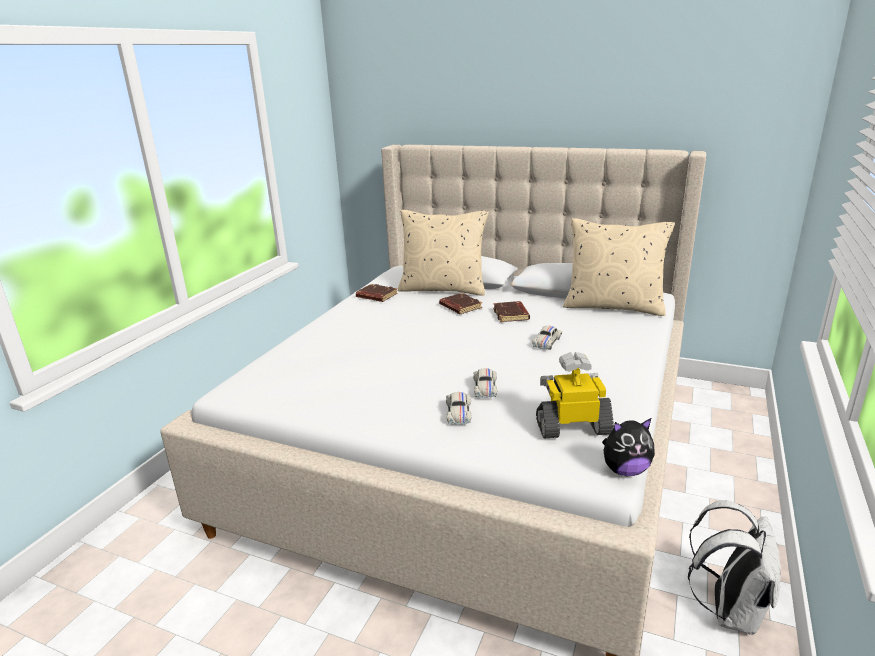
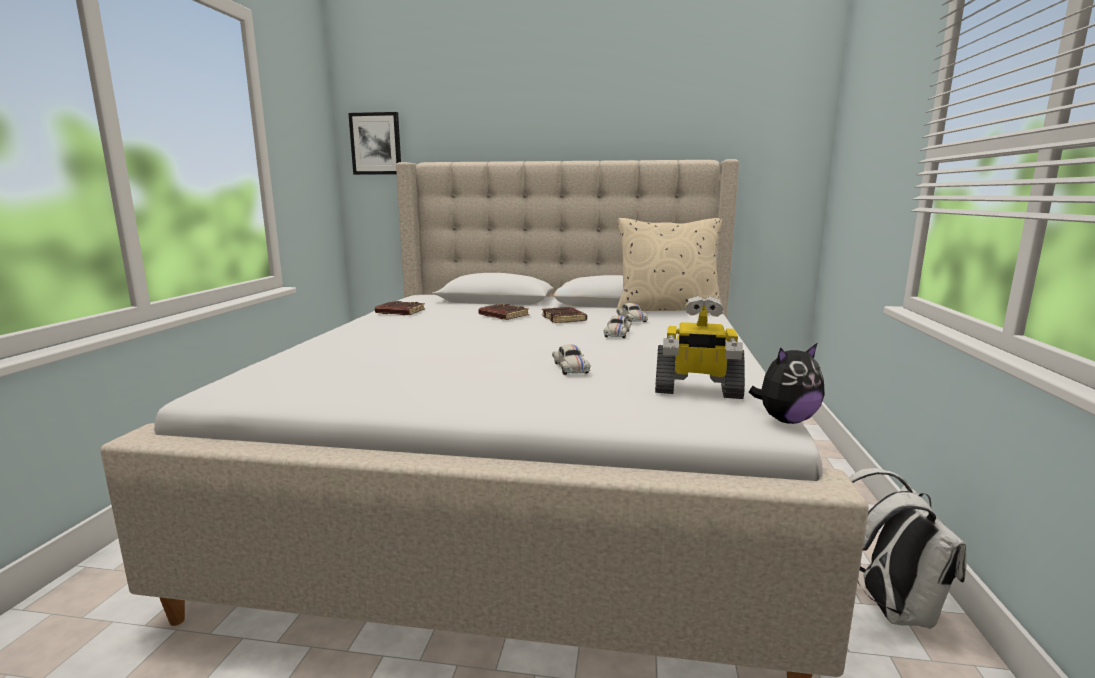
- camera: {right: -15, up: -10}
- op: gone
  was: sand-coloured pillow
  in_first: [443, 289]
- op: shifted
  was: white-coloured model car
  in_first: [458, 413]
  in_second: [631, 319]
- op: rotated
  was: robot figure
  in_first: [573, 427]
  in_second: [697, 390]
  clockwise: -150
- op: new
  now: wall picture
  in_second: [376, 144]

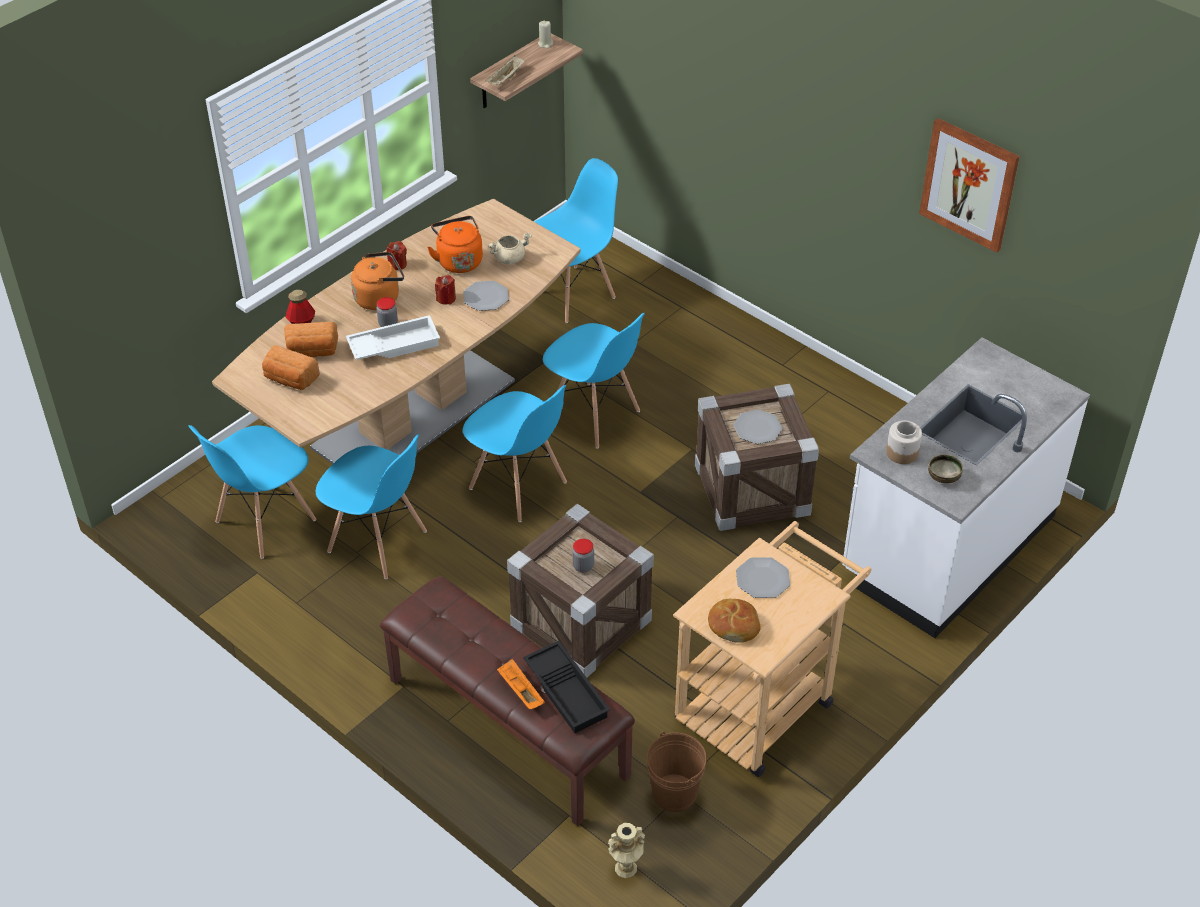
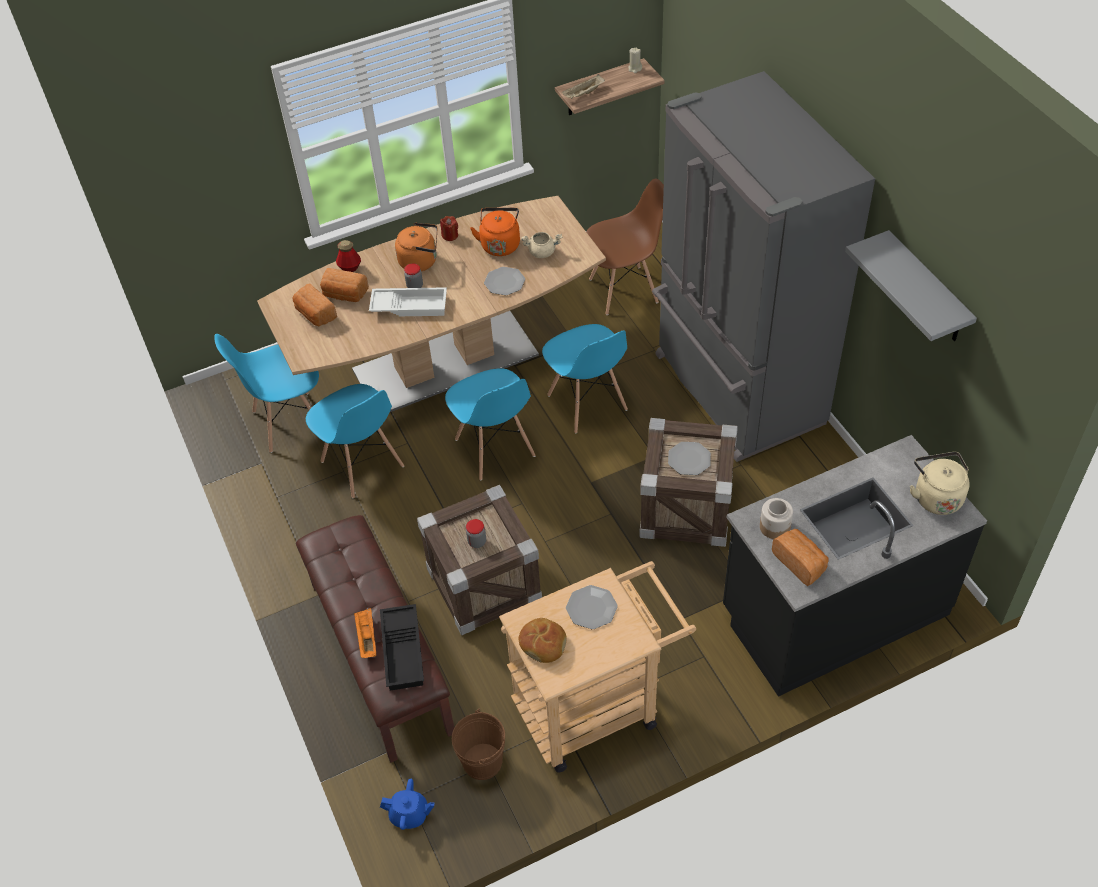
- camera: {right: 25, up: 5}
- op: gone
  was: red candle
  in_first: [446, 298]
- op: repainted
  was: bluish chair
  now: brown chair
  in_first: [572, 294]
  in_second: [624, 290]
- op: swapped
  was: sand-coloured flower vase
  now: bluish teapot
  in_first: [625, 868]
  in_second: [409, 814]
- op: repainted
  was: white-coloured kitchen base unit
  now: blackish kitchen base unit
  in_first: [946, 545]
  in_second: [833, 611]
- op: swapped
  was: wall picture
  now: greyish shelf
  in_first: [969, 184]
  in_second: [927, 289]
- op: swapped
  was: serving bowl
  now: bread
  in_first: [943, 478]
  in_second: [800, 563]
- op: new
  now: greyish refrigerator
  in_second: [735, 390]
- op: new
  now: sand-coloured water kettle
  in_second: [936, 496]

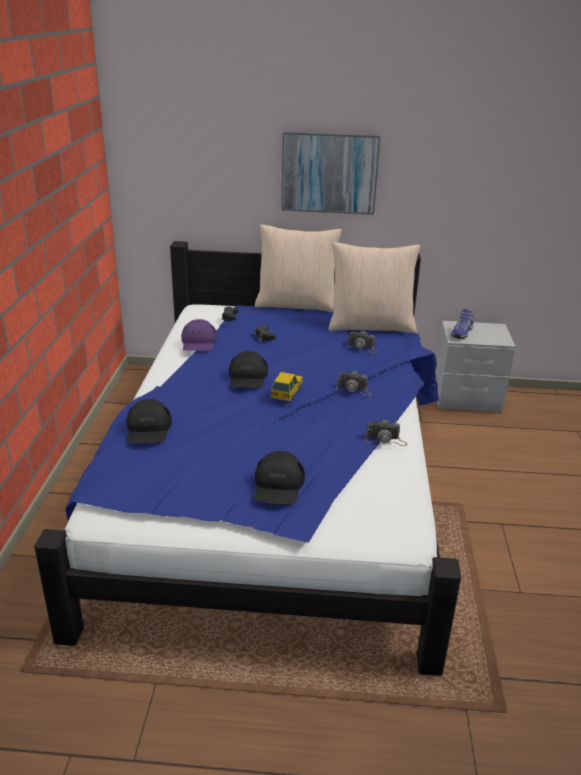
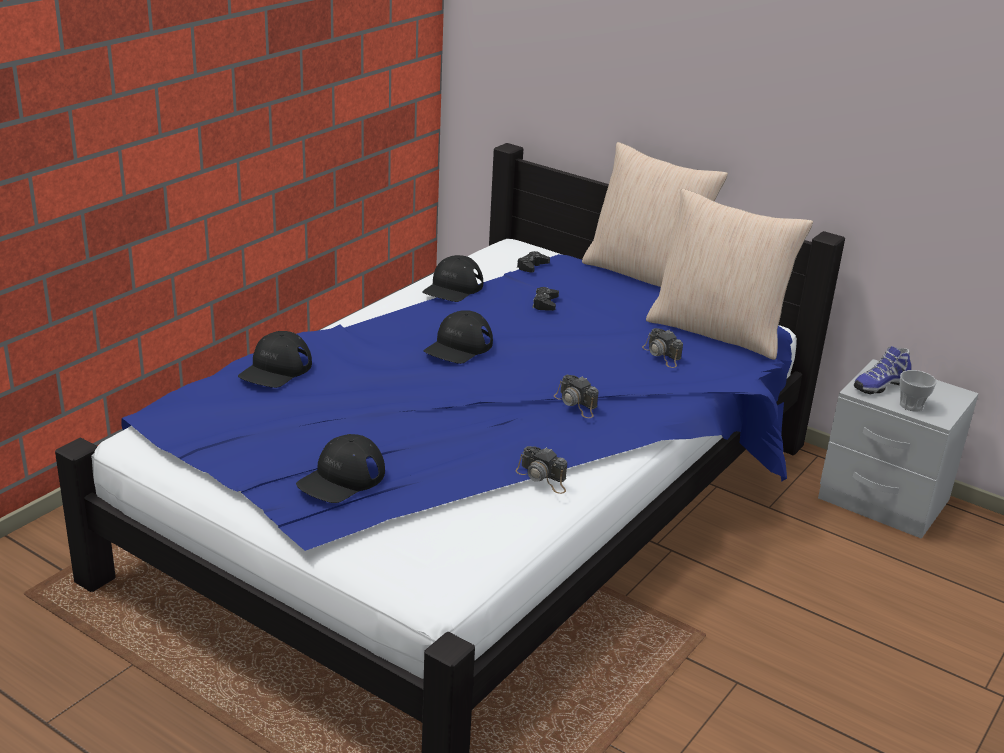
- camera: {right: 30, up: 0}
- op: repainted
  was: purplish baseball cap
  now: blackish baseball cap
  in_first: [199, 342]
  in_second: [453, 288]
- op: gone
  was: model car
  in_first: [287, 391]
- op: gone
  was: wall picture
  in_first: [329, 173]
- op: new
  now: small cup
  in_second: [911, 405]

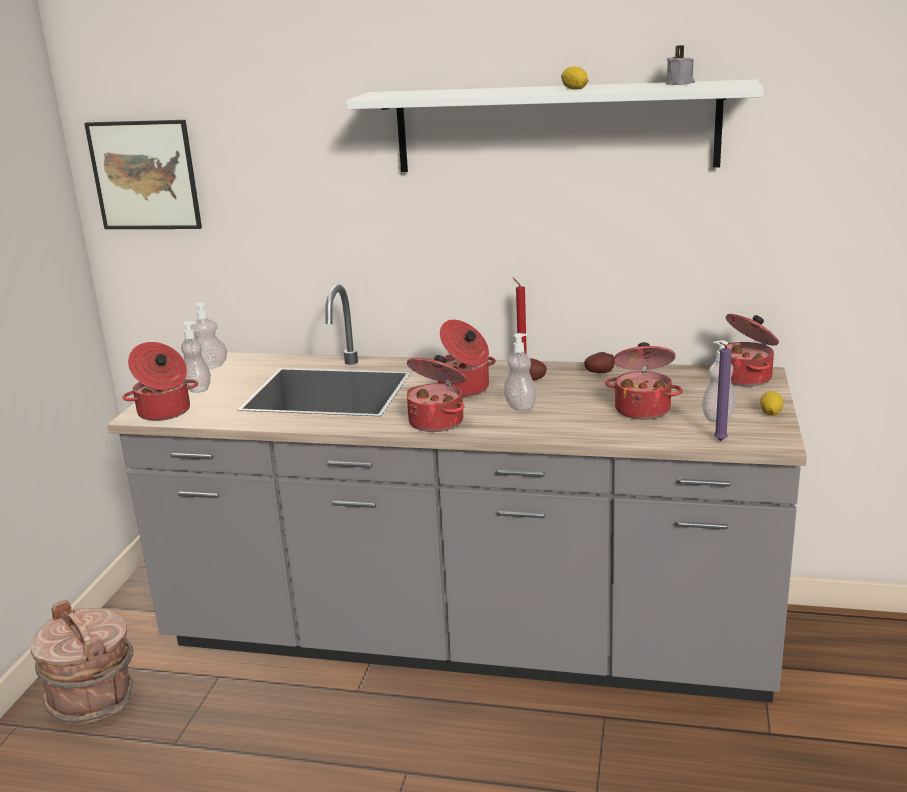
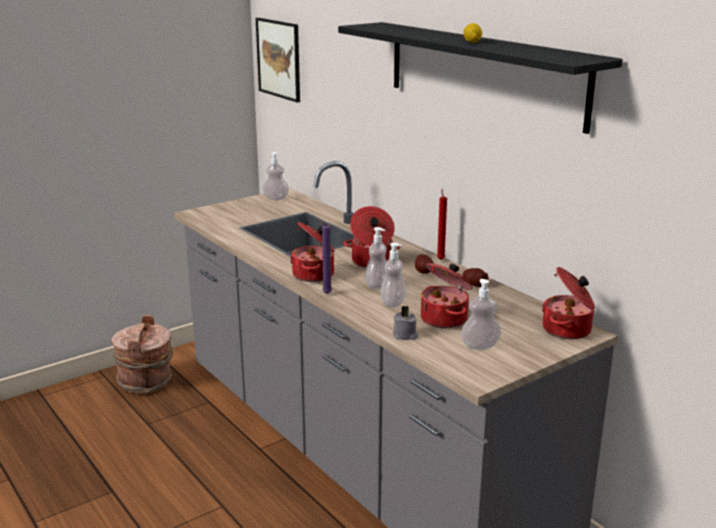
- camera: {right: 40, up: 0}
- op: gone
  was: cooking pot
  in_first: [164, 412]
- op: shifted
  was: soap bottle
  in_first: [198, 389]
  in_second: [393, 303]
- op: repainted
  was: white-coloured shelf
  now: blackish shelf
  in_first: [554, 128]
  in_second: [482, 73]
- op: shifted
  was: greyish candle
  in_first: [680, 83]
  in_second: [405, 335]
- op: shifted
  was: purplish candle
  in_first: [718, 441]
  in_second: [325, 294]
- op: gone
  was: lemon
  in_first: [770, 412]

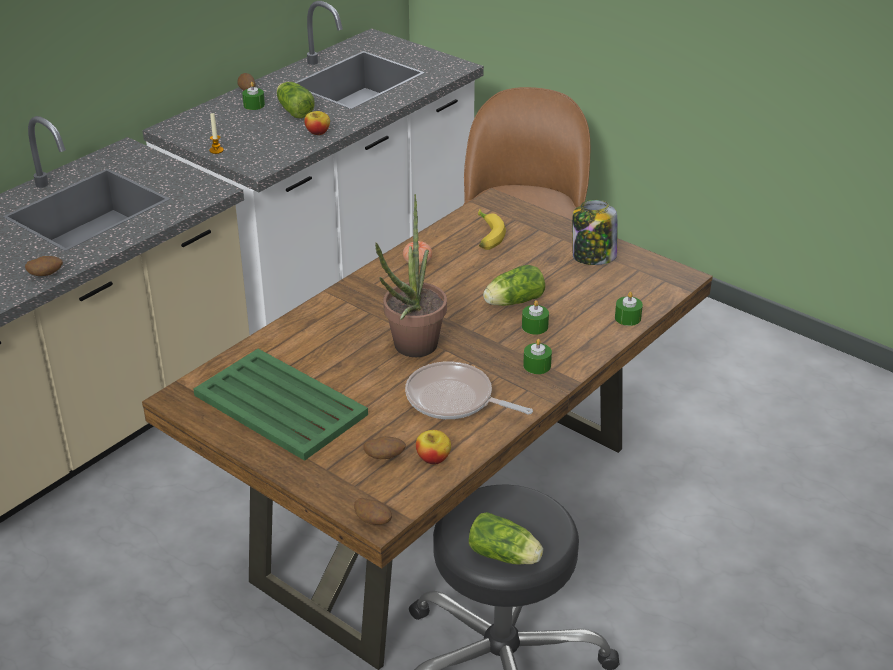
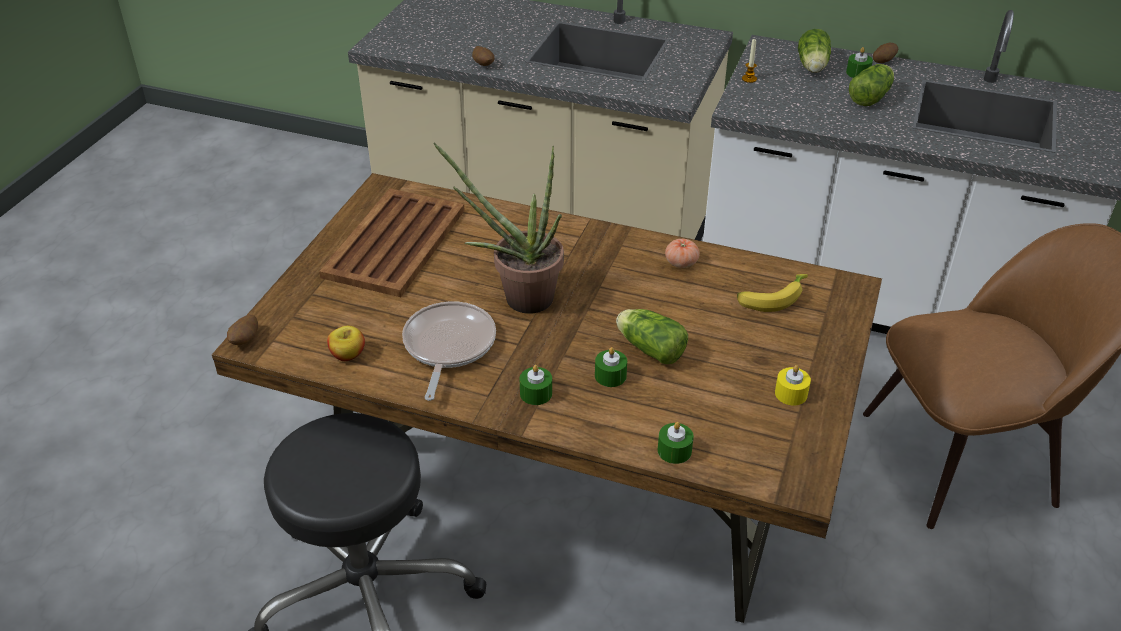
- camera: {right: 70, up: 5}
- op: repainted
  was: green tray
  now: brown tray
  in_first: [281, 406]
  in_second: [394, 244]
- op: gone
  was: apple
  in_first: [318, 132]
- op: gone
  was: spud
  in_first: [385, 457]
- op: shifted
  was: lettuce head
  in_first: [506, 556]
  in_second: [812, 67]
- op: swapped
  was: jar
  now: yellow-coloured candle
  in_first: [593, 257]
  in_second: [791, 394]

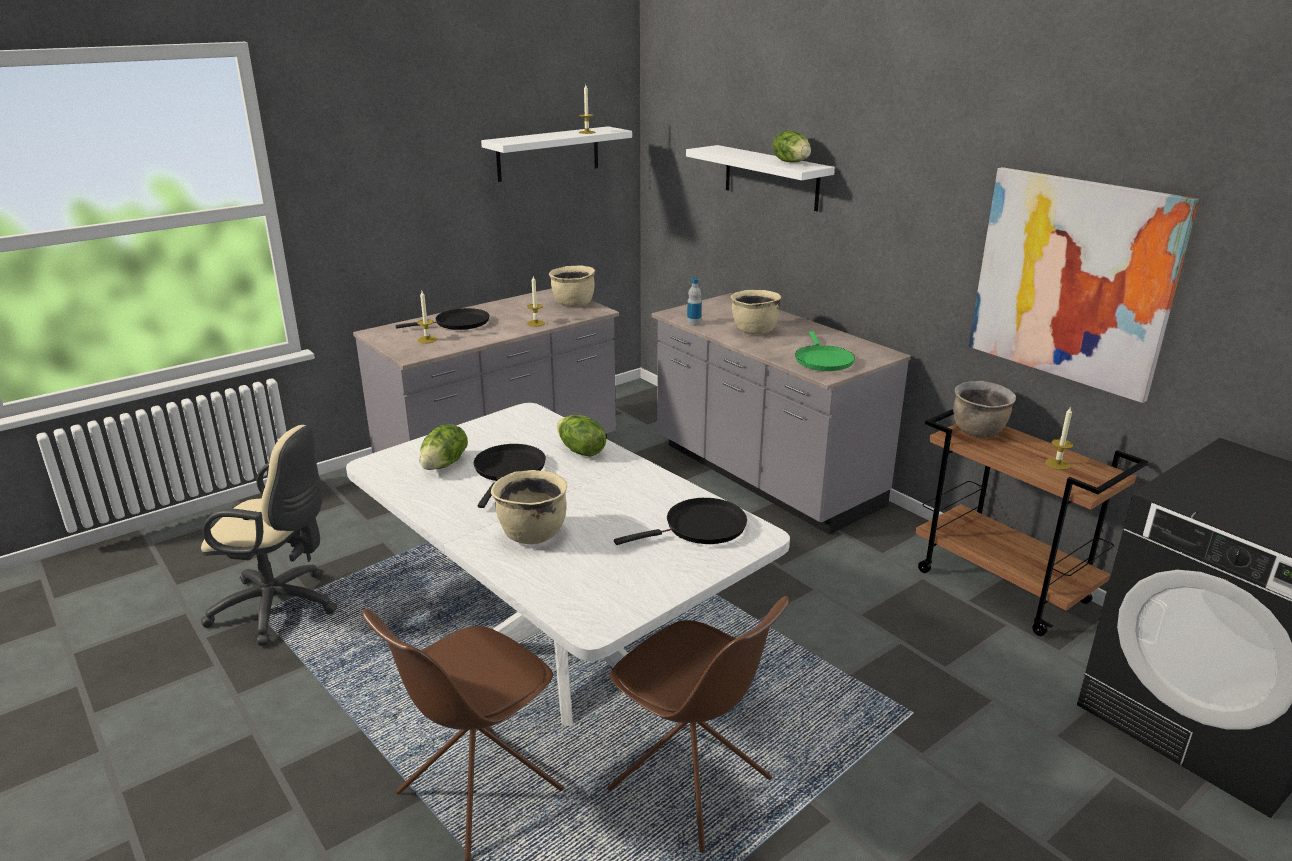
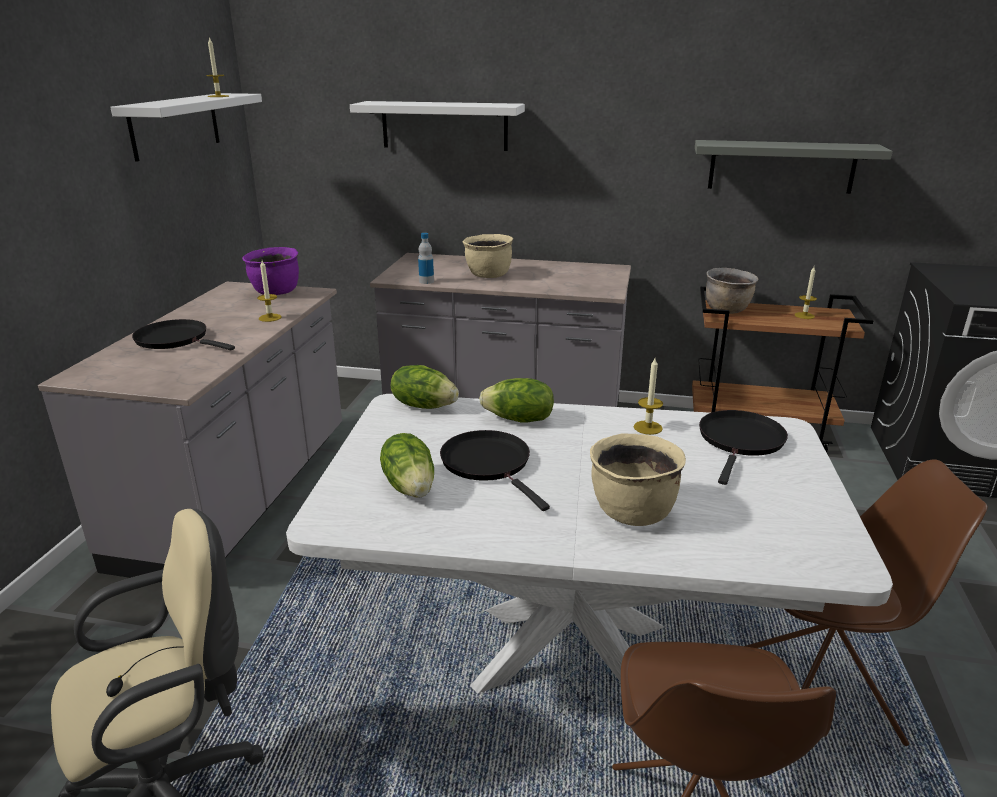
- camera: {right: -40, up: 0}
- op: rotated
  was: blackish pan
  in_first: [458, 323]
  in_second: [176, 339]
  clockwise: -90
- op: shifted
  was: candle
  in_first: [427, 340]
  in_second: [648, 427]
- op: repainted
  was: sand-coloured cooking pot
  now: purplish cooking pot
  in_first: [573, 304]
  in_second: [276, 292]
- op: shifted
  was: lettuce head
  in_first: [791, 162]
  in_second: [424, 405]
- op: gone
  was: green pan
  in_first: [822, 360]
- op: swapped
  was: wall picture
  now: greyish shelf
  in_first: [1072, 280]
  in_second: [781, 166]

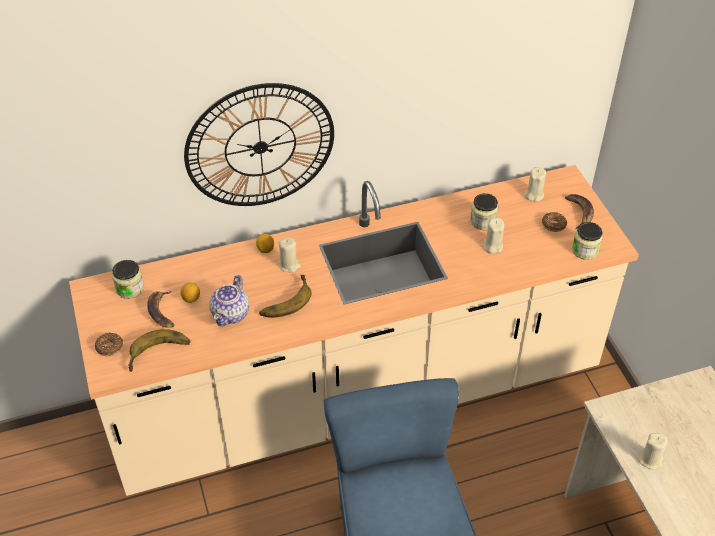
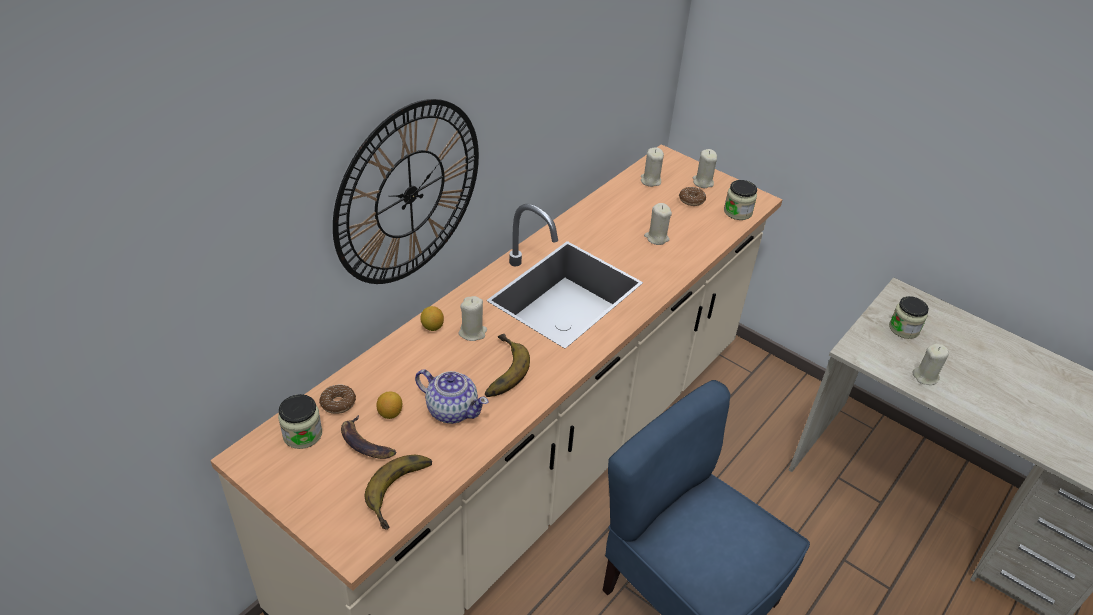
- camera: {right: -35, up: -5}
- op: shifted
  was: doughnut
  in_first: [109, 347]
  in_second: [338, 403]
- op: rotated
  was: teapot
  in_first: [231, 313]
  in_second: [451, 409]
  clockwise: -45
- op: shifted
  was: jar
  in_first: [483, 221]
  in_second: [904, 329]
- op: swapped
  was: banana
  now: sand-coloured candle
  in_first: [579, 212]
  in_second: [703, 182]

